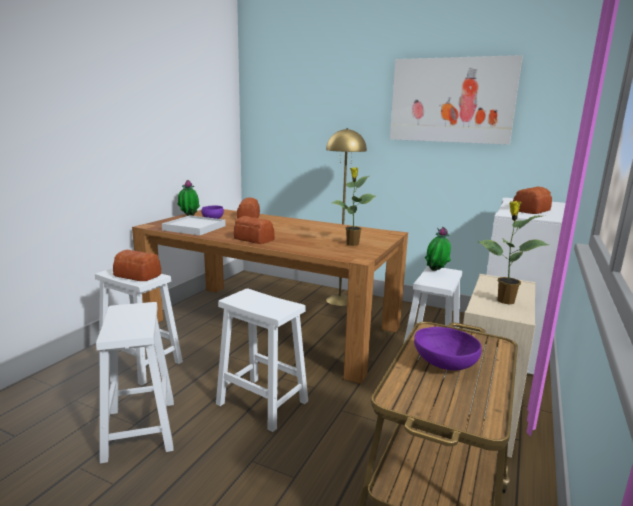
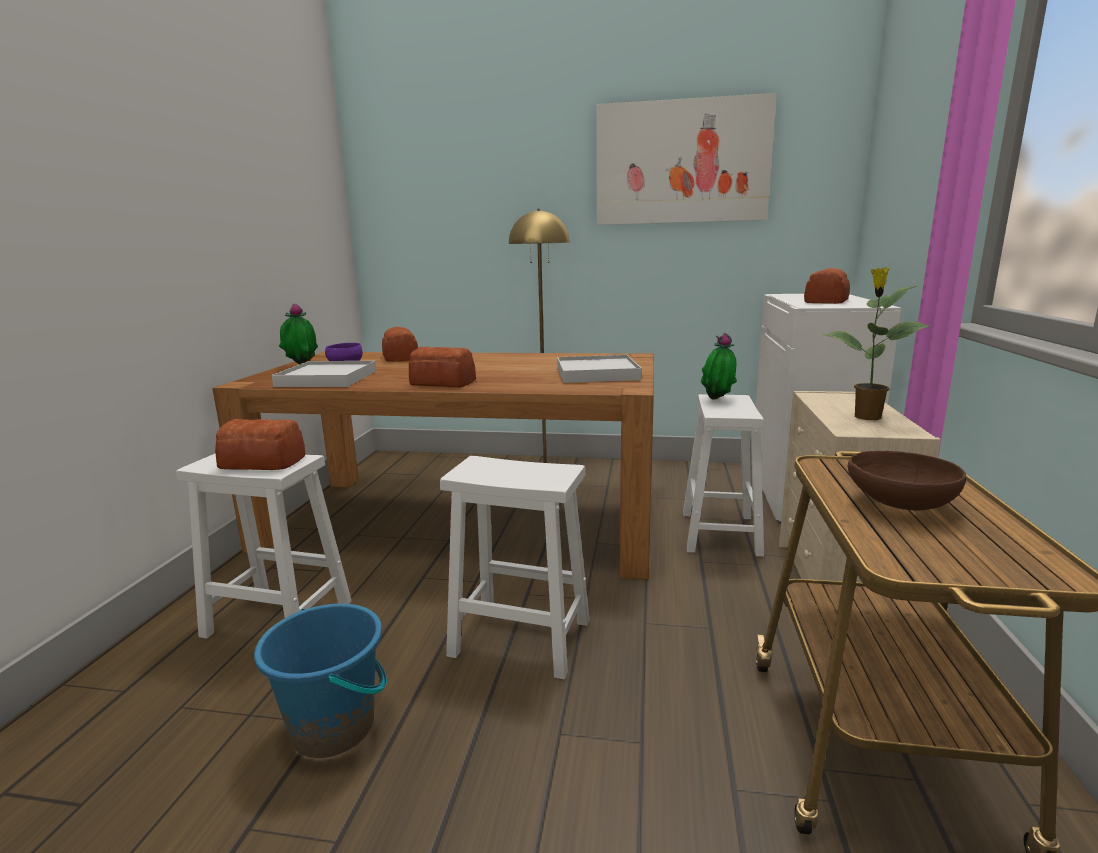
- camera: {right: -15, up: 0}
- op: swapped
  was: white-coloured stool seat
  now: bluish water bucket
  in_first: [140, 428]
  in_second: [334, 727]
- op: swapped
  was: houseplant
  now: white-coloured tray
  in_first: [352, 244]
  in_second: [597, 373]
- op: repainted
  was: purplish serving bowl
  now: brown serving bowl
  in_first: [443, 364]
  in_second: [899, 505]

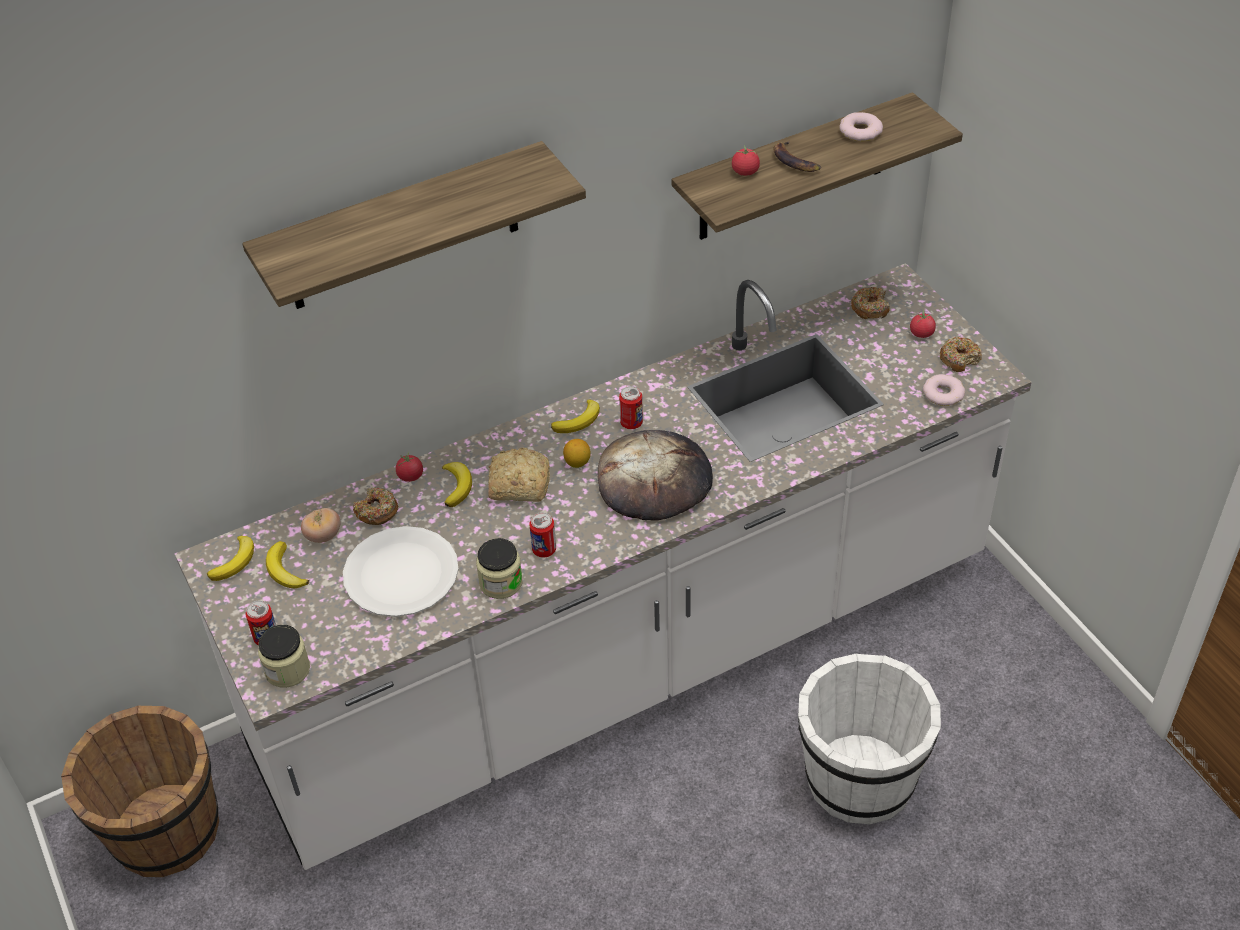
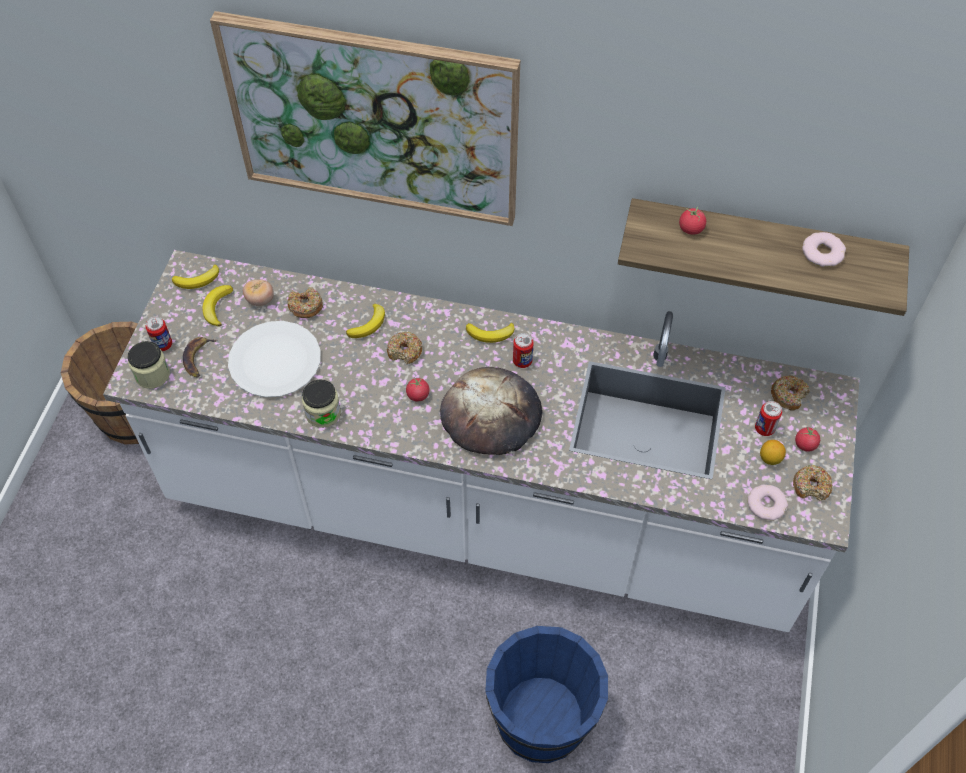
- camera: {right: 40, up: 10}
- op: swapped
  was: shelf
  now: wall picture
  in_first: [402, 229]
  in_second: [374, 119]
- op: shifted
  was: tomato
  in_first: [410, 476]
  in_second: [418, 395]
- op: swapped
  was: bread
  now: doughnut
  in_first: [517, 484]
  in_second: [405, 351]
- op: shifted
  was: metal can
  in_first: [544, 550]
  in_second: [764, 428]
- op: shifted
  was: lemon
  in_first: [577, 463]
  in_second: [770, 458]
- op: shifted
  was: banana
  in_first: [795, 161]
  in_second: [198, 358]
- op: repainted
  was: white-coloured water bucket
  now: bluish water bucket
  in_first: [859, 778]
  in_second: [542, 717]

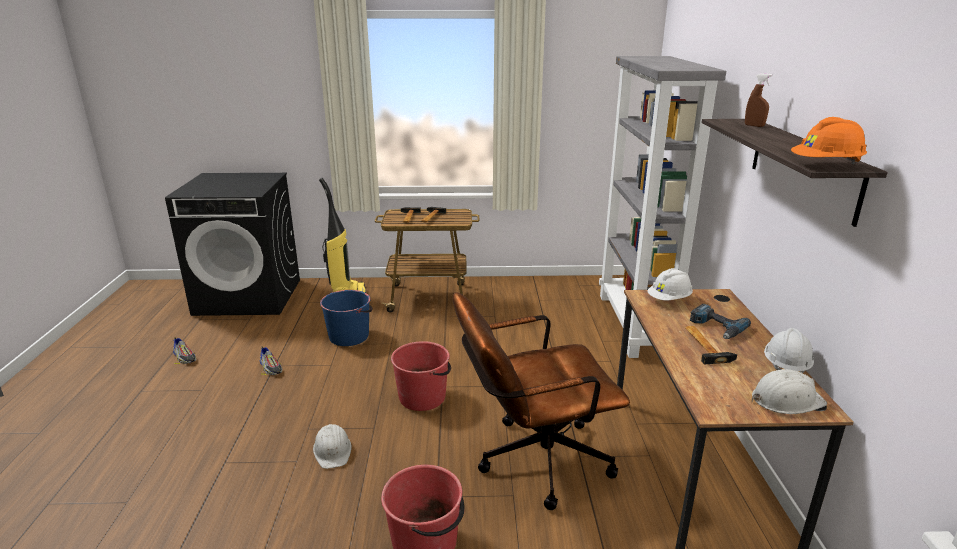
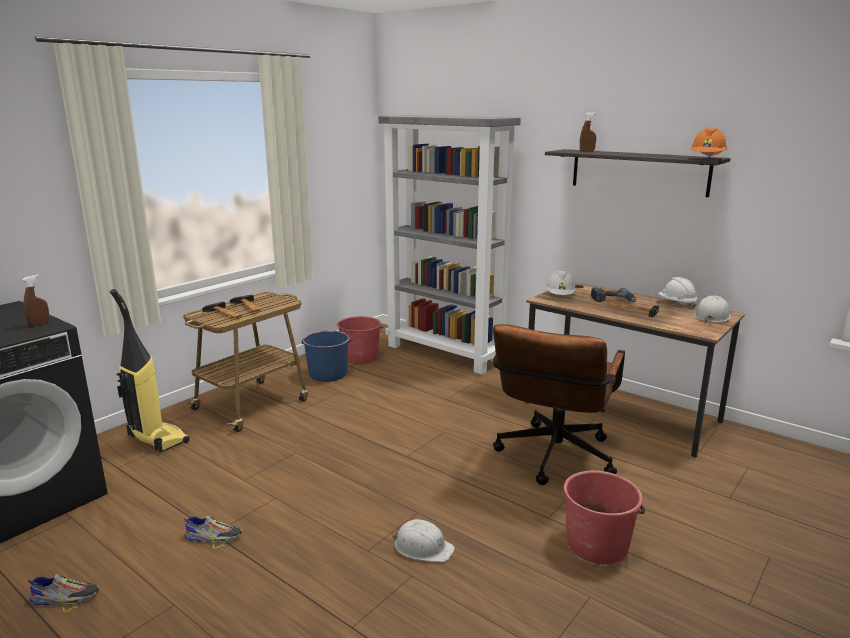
- camera: {right: -50, up: -5}
- op: shifted
  was: bluish water bucket
  in_first: [349, 336]
  in_second: [328, 374]
- op: shifted
  was: red water bucket
  in_first: [423, 397]
  in_second: [360, 357]
- op: new
  now: brown hand sprayer
  in_second: [39, 324]

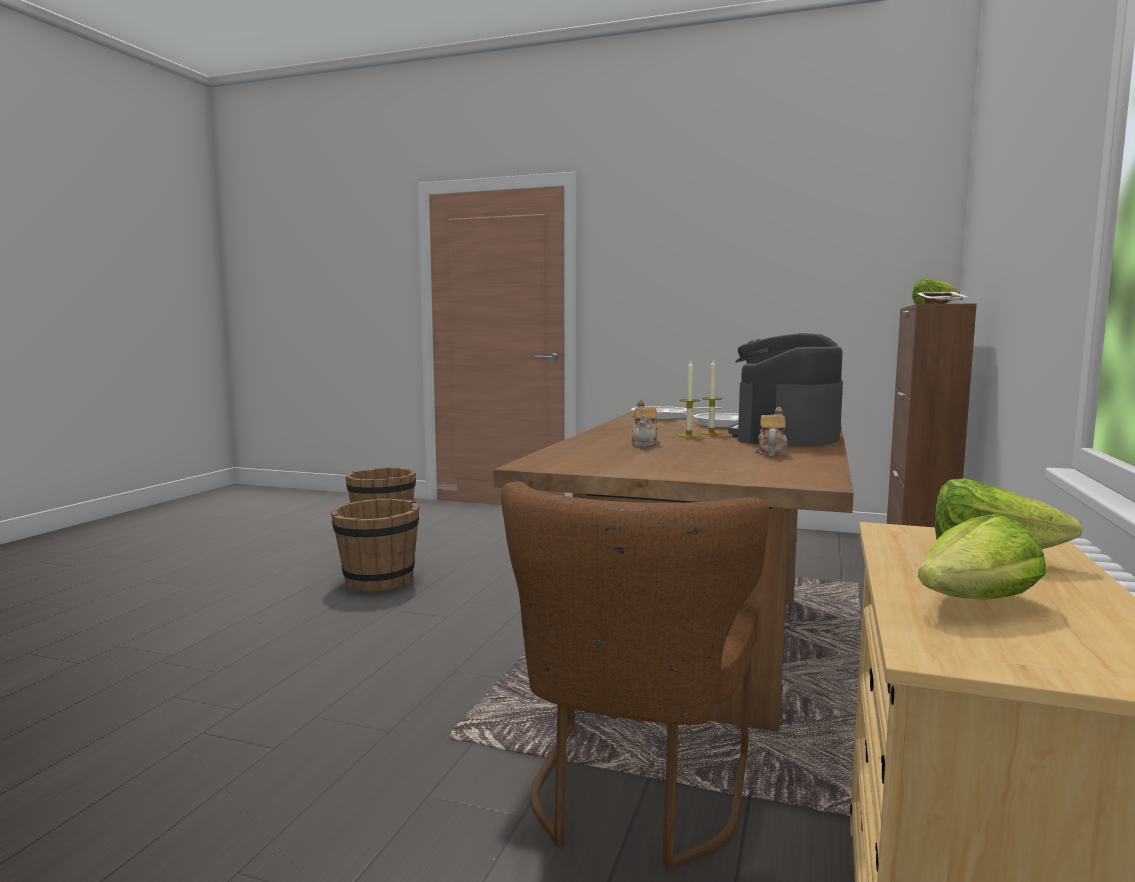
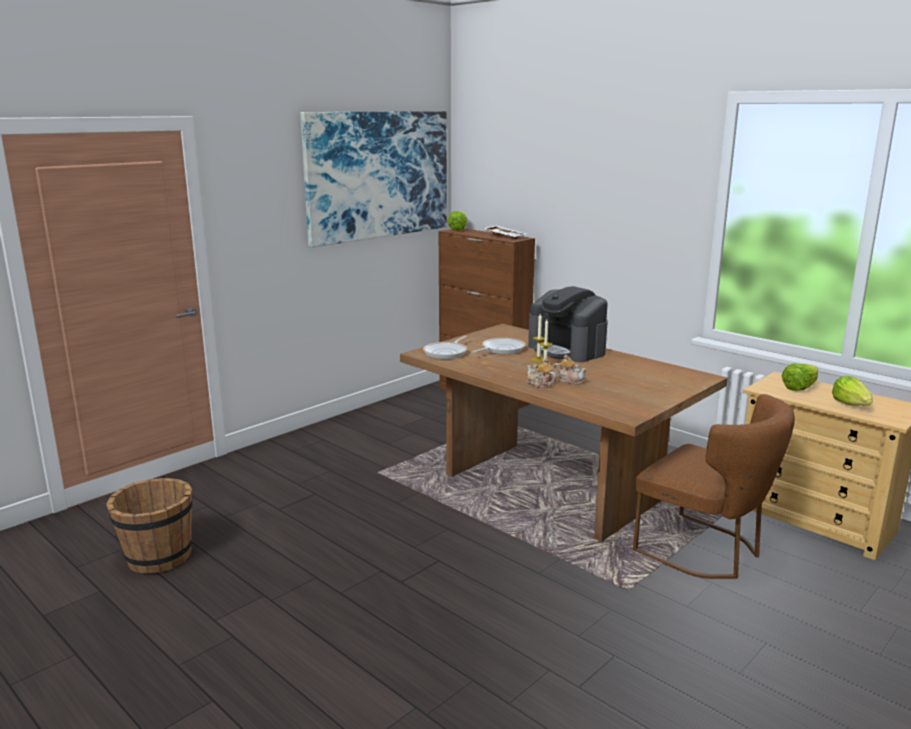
- camera: {right: -65, up: 10}
- op: gone
  was: brown water bucket
  in_first: [378, 581]
- op: shifted
  was: teapot
  in_first: [771, 453]
  in_second: [539, 384]
- op: new
  now: wall picture
  in_second: [378, 175]

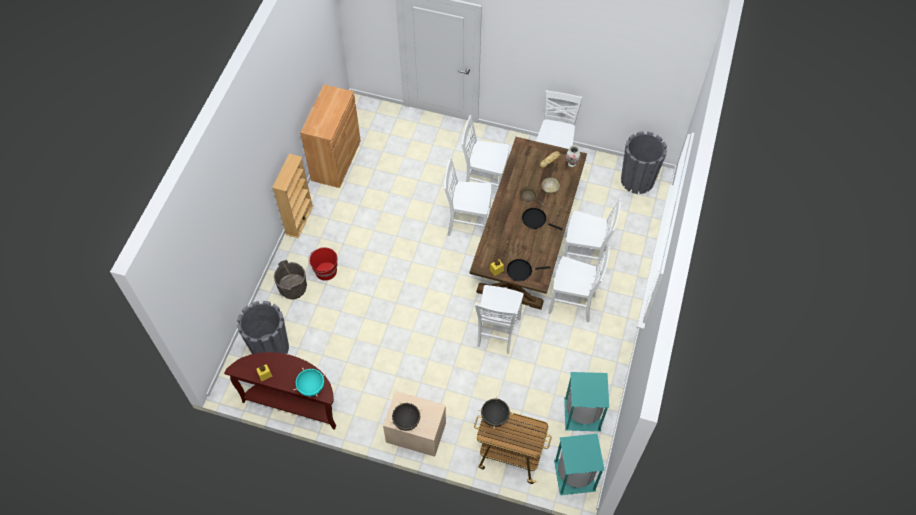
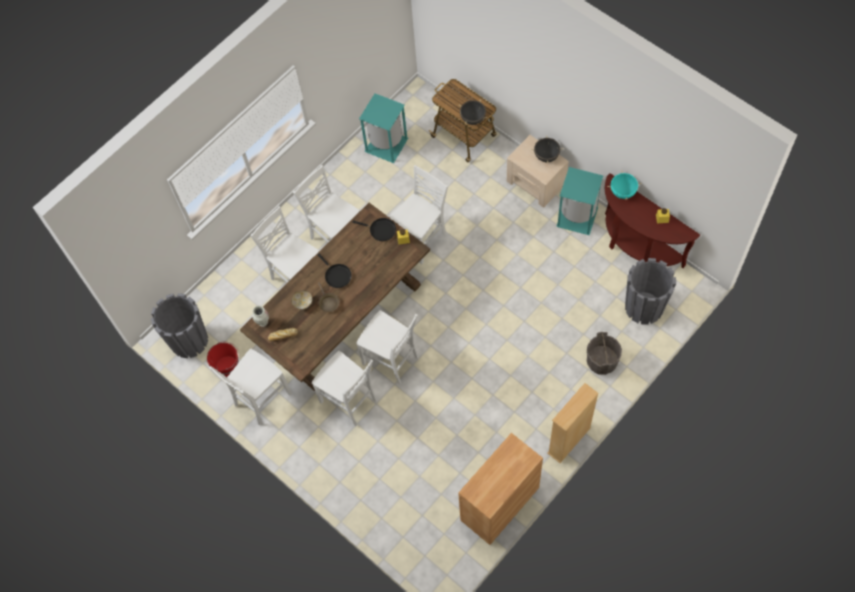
- camera: {right: -150, up: 5}
- op: shifted
  was: red water bucket
  in_first: [325, 271]
  in_second: [227, 366]
- op: shifted
  was: turquoise-coloured rubbish bin
  in_first: [574, 475]
  in_second: [577, 217]

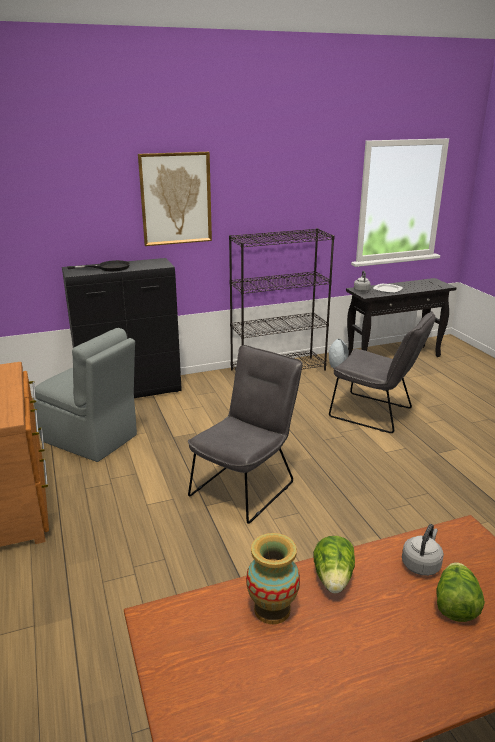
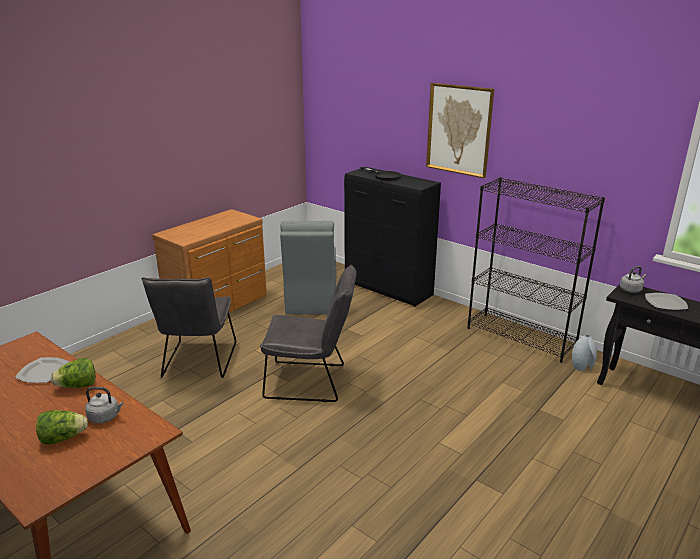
- camera: {right: 60, up: 0}
- op: swapped
  was: flower vase
  now: plate
  in_first: [272, 609]
  in_second: [44, 372]
- op: shifted
  was: greyish chair
  in_first: [376, 414]
  in_second: [198, 363]

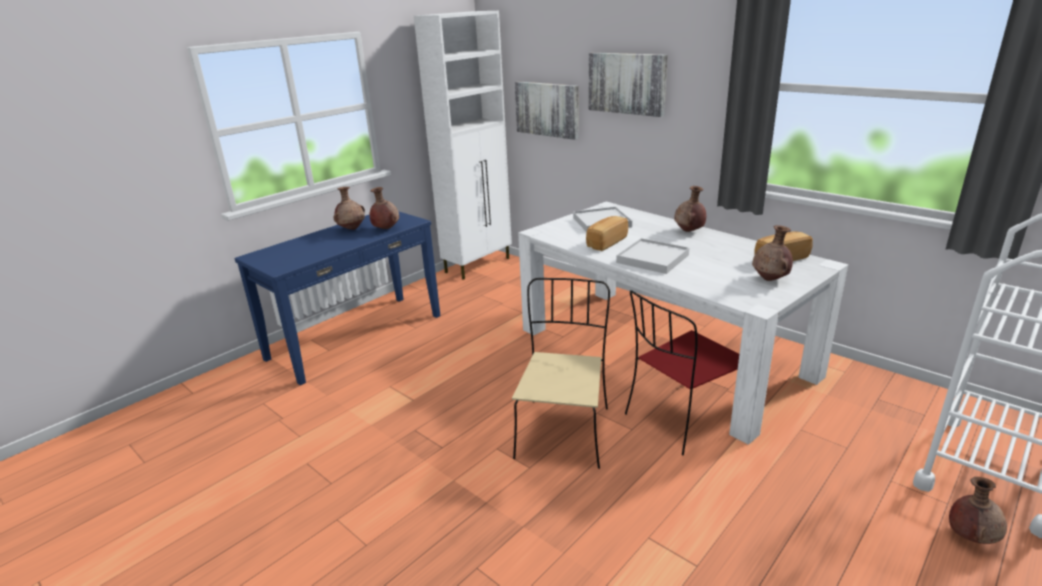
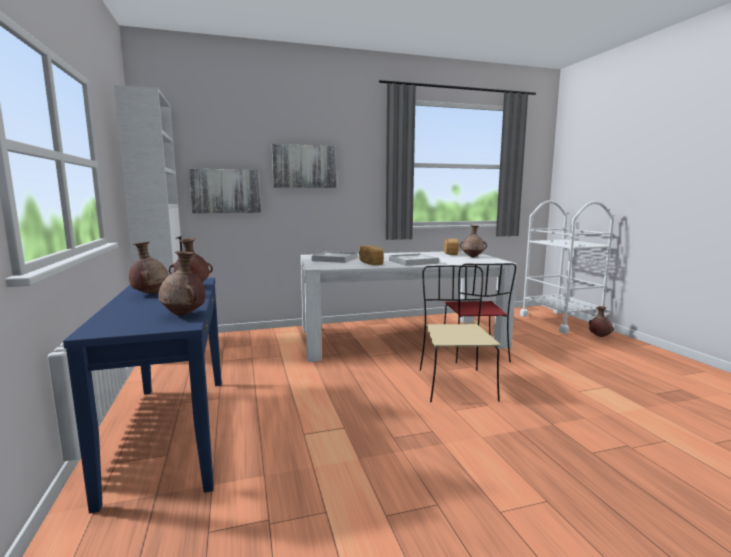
- camera: {right: -60, up: -15}
- op: rotated
  was: sand-coloured chair
  in_first: [563, 431]
  in_second: [455, 384]
  clockwise: 45
- op: shifted
  was: brown flower vase
  in_first: [689, 231]
  in_second: [184, 315]

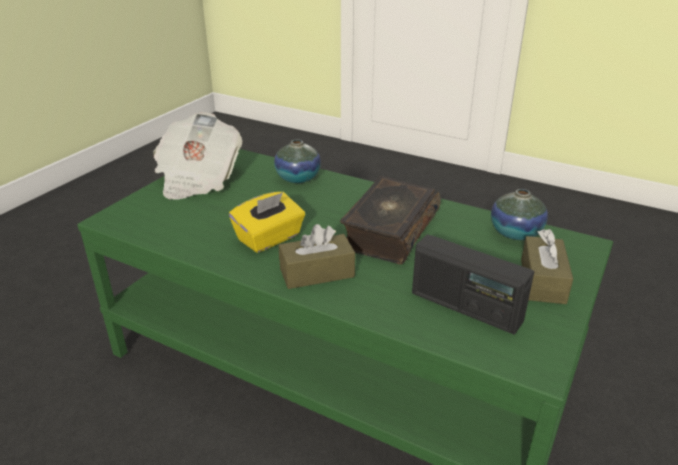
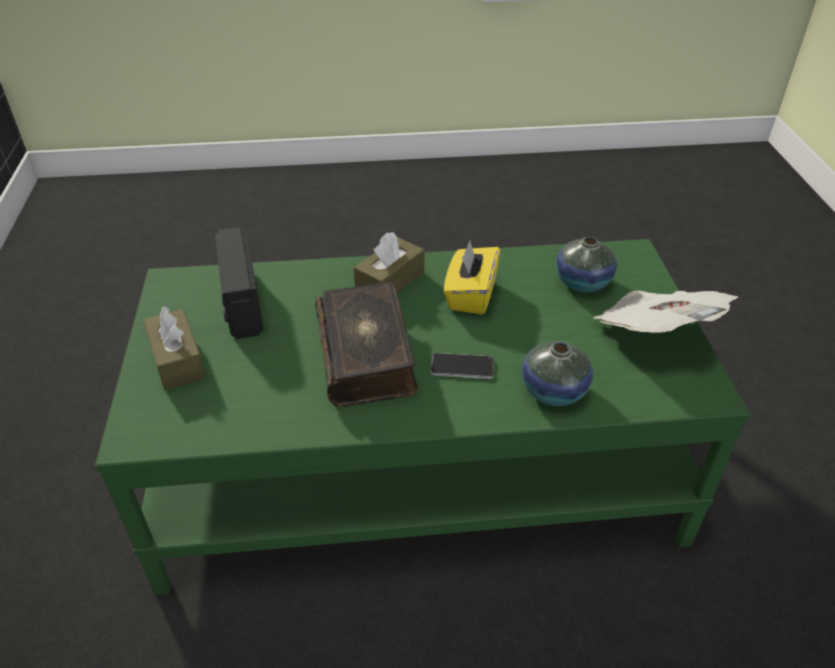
- camera: {right: 145, up: 10}
- op: rotated
  was: radio
  in_first: [465, 307]
  in_second: [242, 304]
  clockwise: -105
- op: shifted
  was: flower vase
  in_first: [515, 233]
  in_second: [582, 282]
- op: new
  now: phone
  in_second: [462, 367]

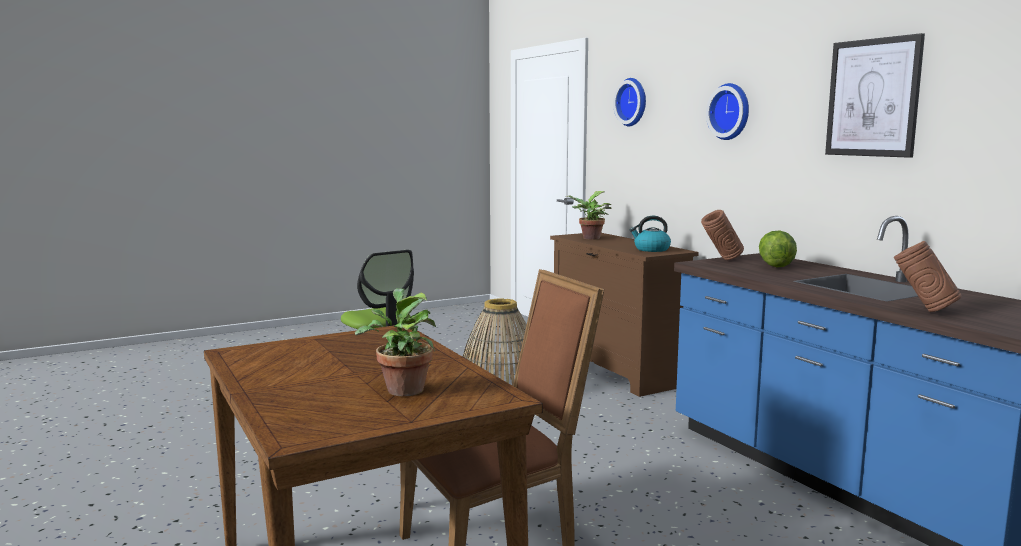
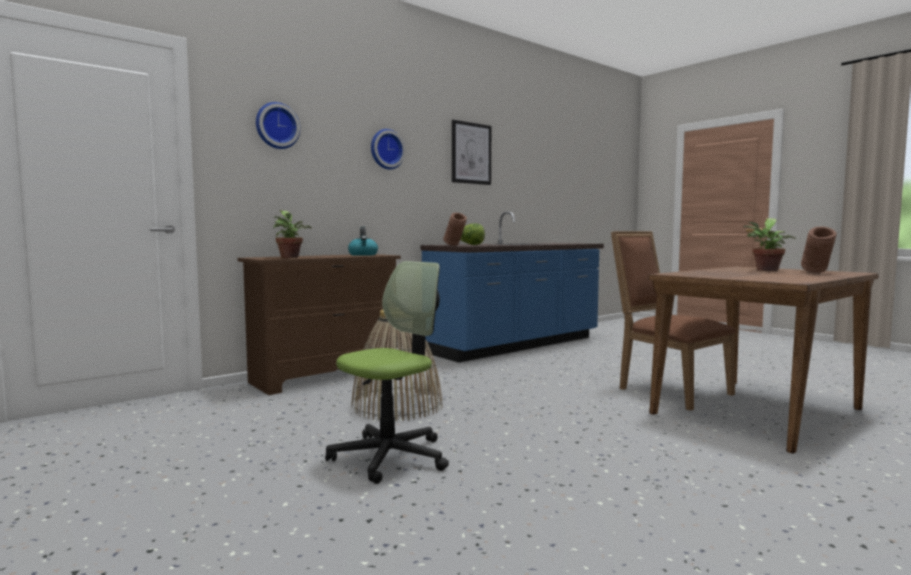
- camera: {right: -100, up: -5}
- op: shifted
  was: brown flower vase
  in_first: [923, 310]
  in_second: [816, 273]

